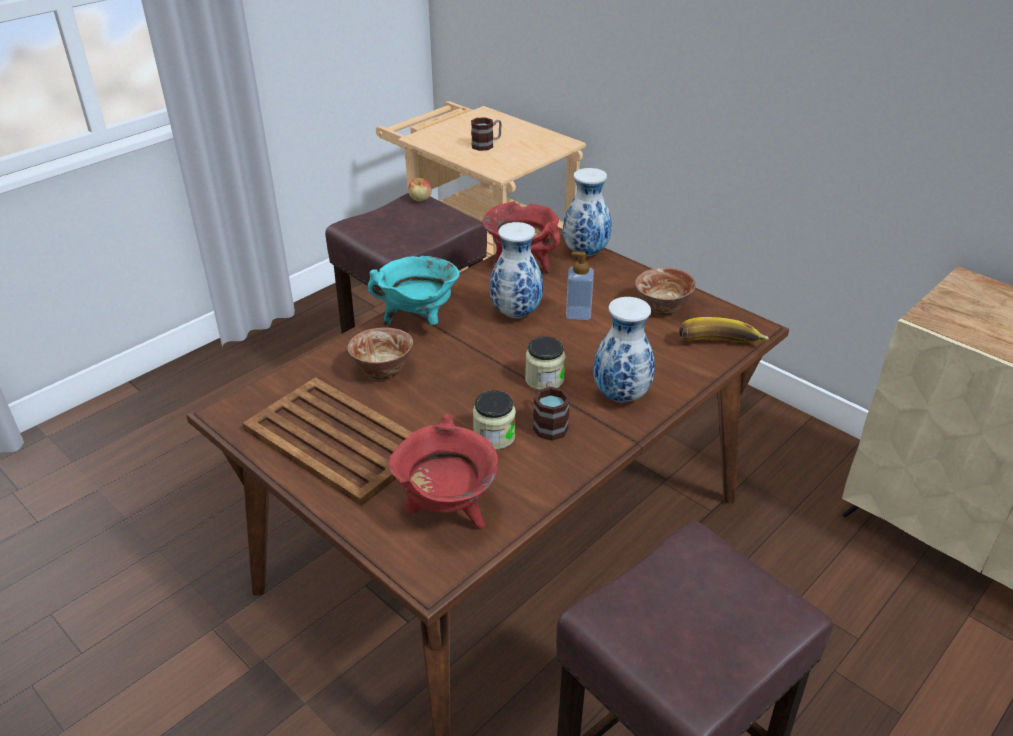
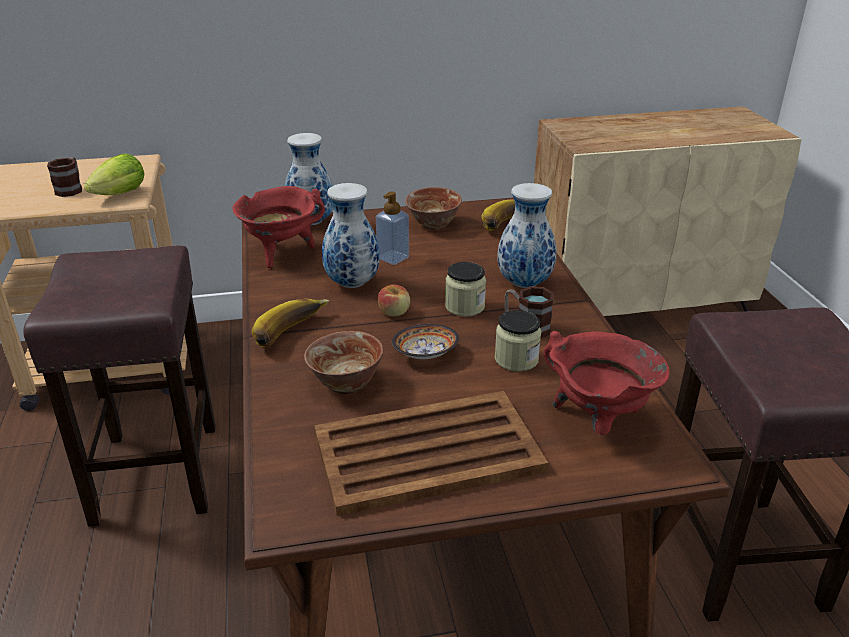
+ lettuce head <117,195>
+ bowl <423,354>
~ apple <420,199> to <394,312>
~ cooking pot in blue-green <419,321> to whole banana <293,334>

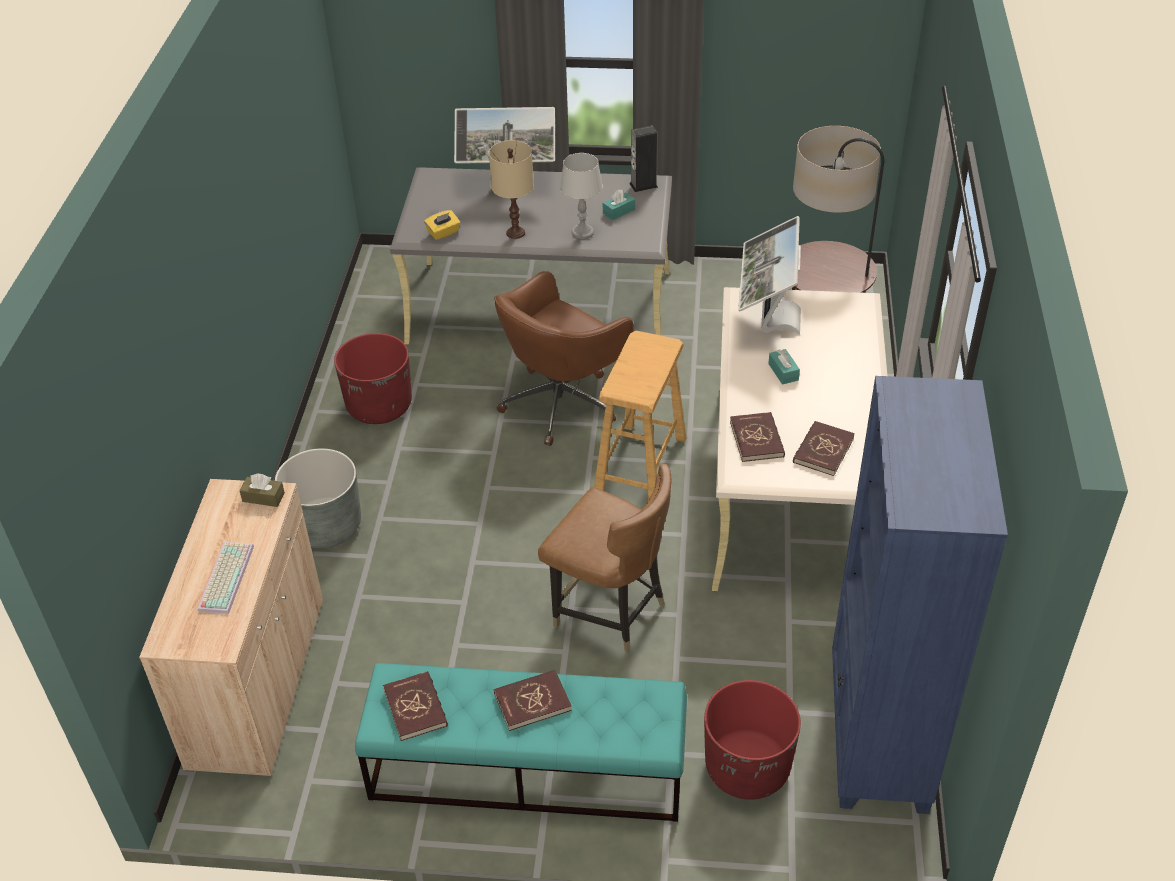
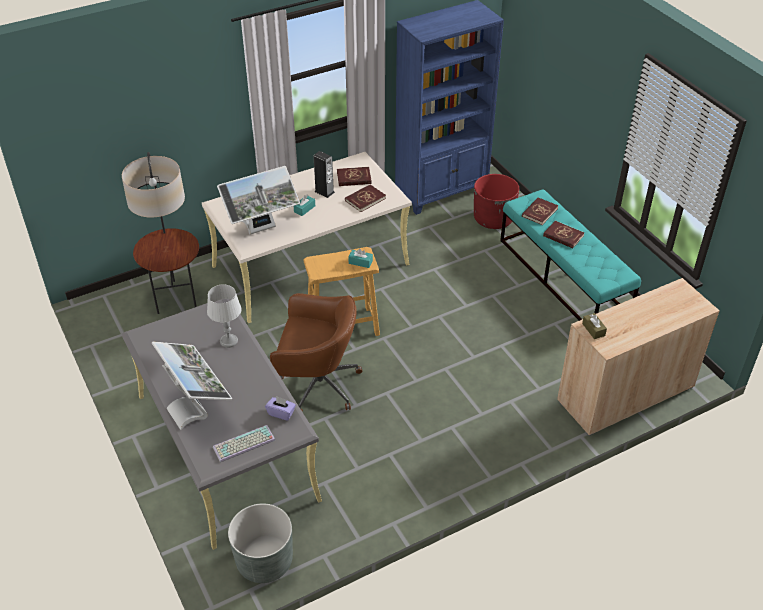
- plant pot in reddish <379,406>
- lamp for a table in sand-coloured <515,233>
- chair in brownish <610,612>
~ PC keyboard <225,577> to <243,445>
~ plant pot in grey <326,526> to <264,561>
~ book in reddish <415,708> to <539,212>
~ tissue holder in blue-green <618,211> to <360,262>
~ speaker <643,185> to <324,192>
~ tissue holder in yellowish <443,233> to tissue holder in purple <281,413>

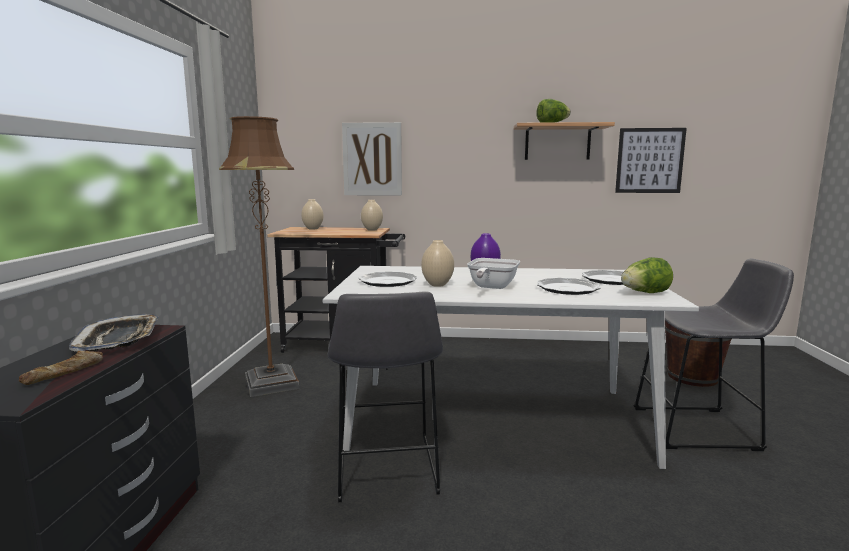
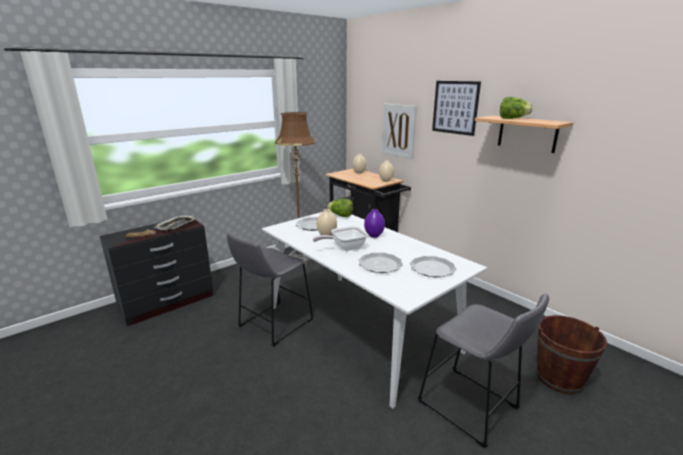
~ picture <649,160> to <455,107>
~ lettuce head <644,293> to <340,215>

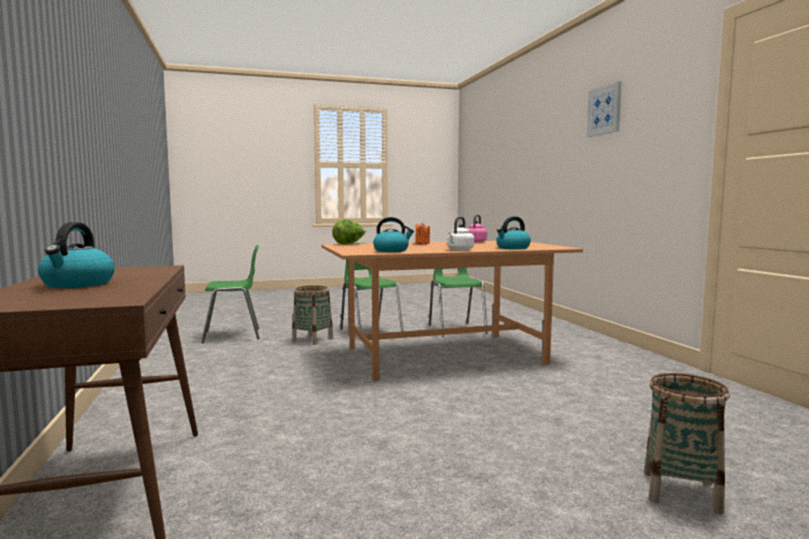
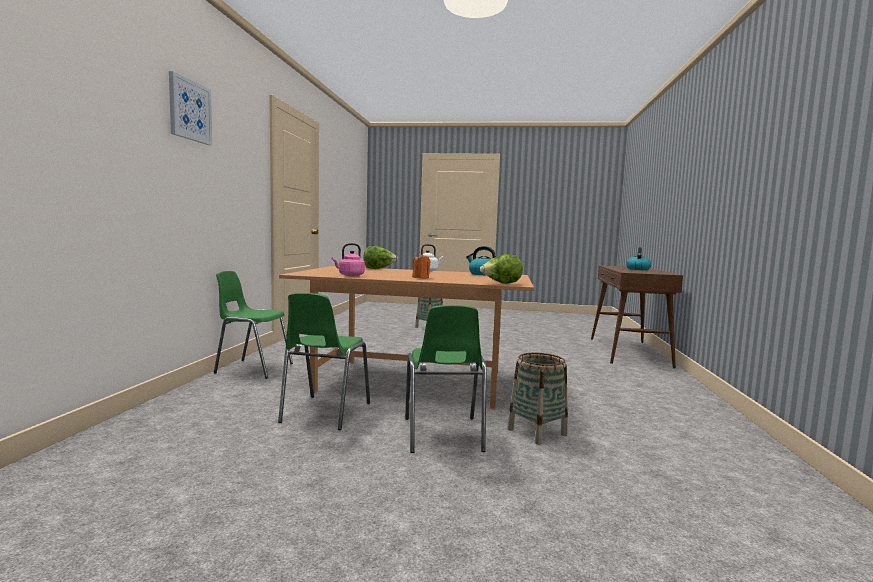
~ chair in green-coloured <233,335> to <252,368>
~ kettle <512,248> to lettuce head <379,269>

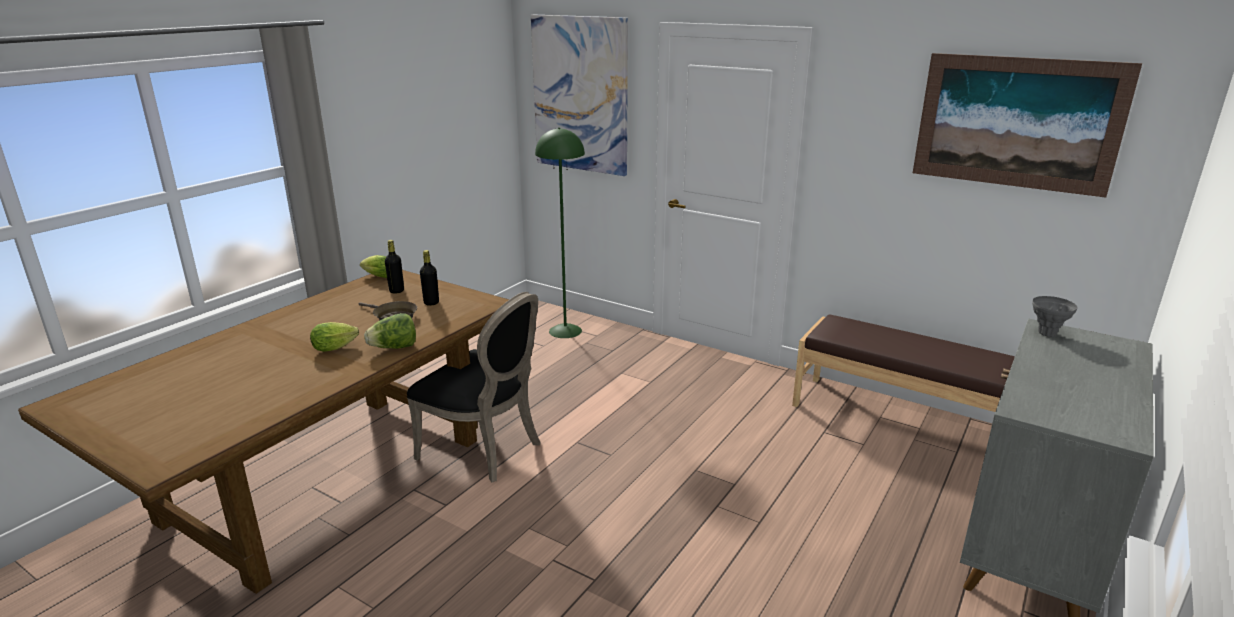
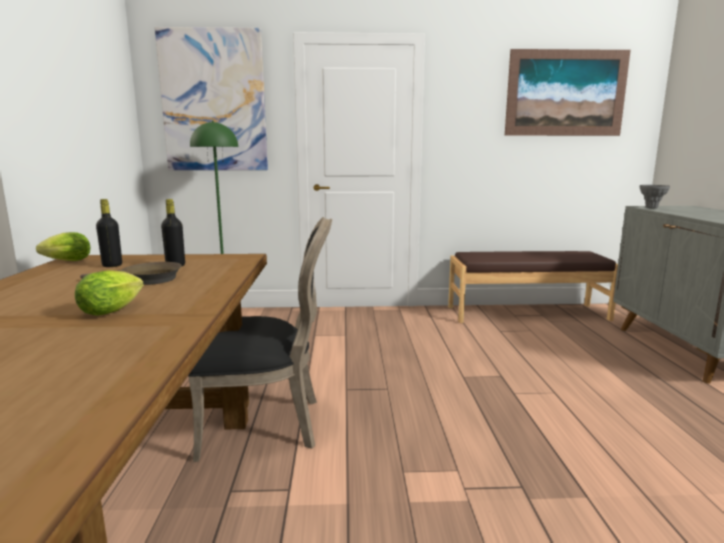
- lettuce head <394,348>

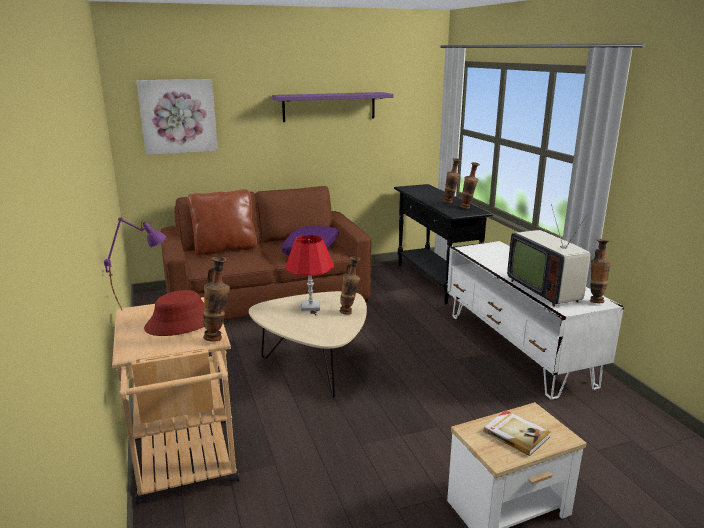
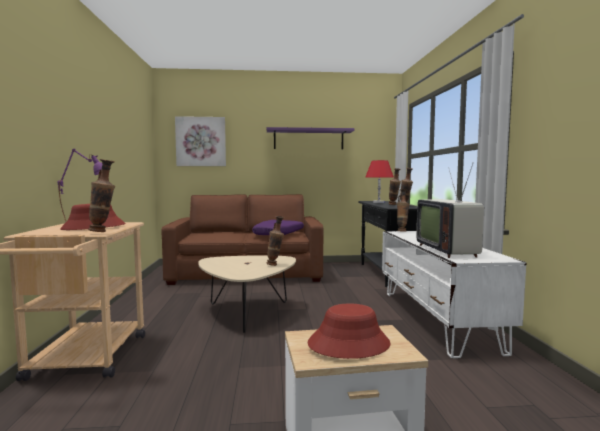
- throw pillow in brownish <225,249>
~ lamp for a table in reddish <310,306> to <378,202>
~ vase <595,300> to <402,231>
~ book <516,434> to clothing hat in reddish <349,344>

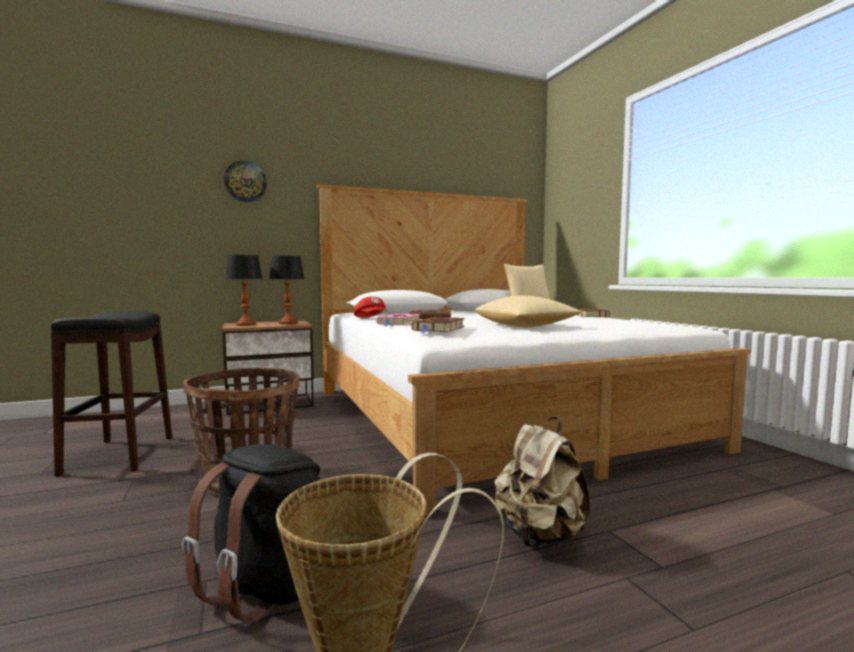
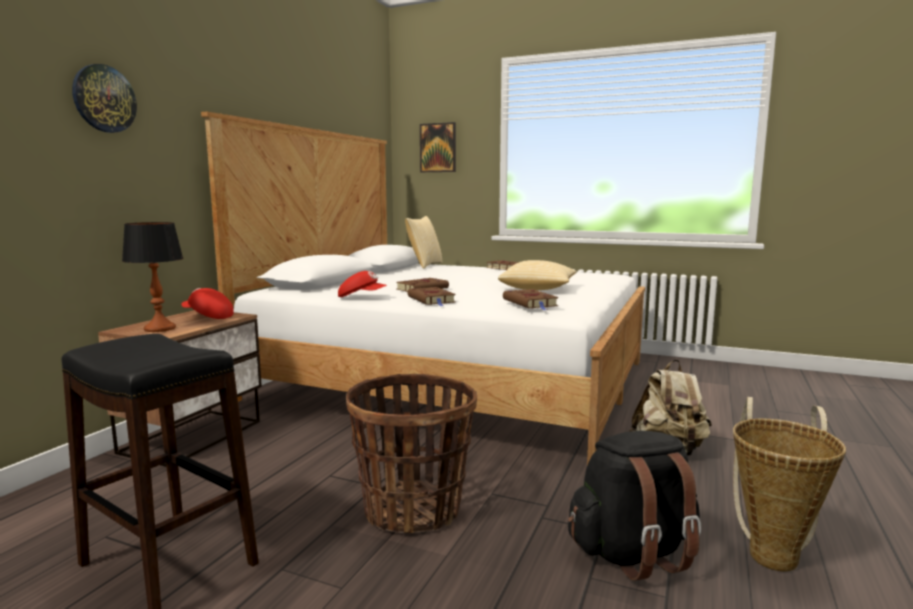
+ picture <438,148>
~ lamp for a table <288,323> to cap in reddish <207,316>
~ book in pinkish <399,323> to book in brownish <432,300>

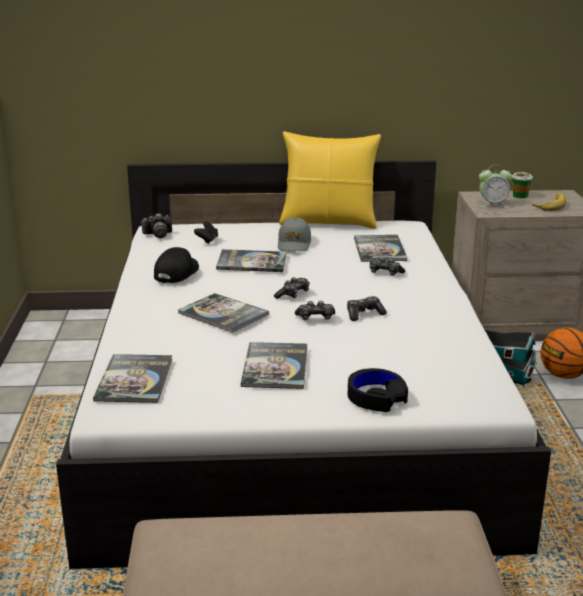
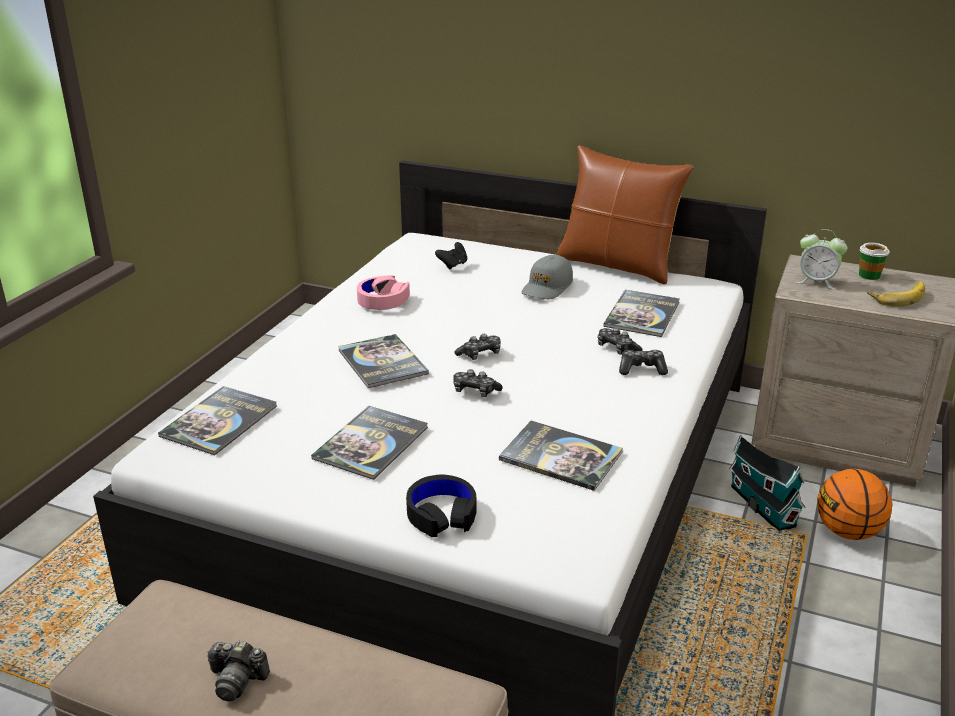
~ photo camera <158,234> to <237,680>
~ book <251,262> to <561,456>
~ joypad <364,314> to <641,369>
~ cap in black <176,273> to headset in pinkish <383,300>
~ throw pillow in yellowish <328,222> to throw pillow in brownish <617,265>

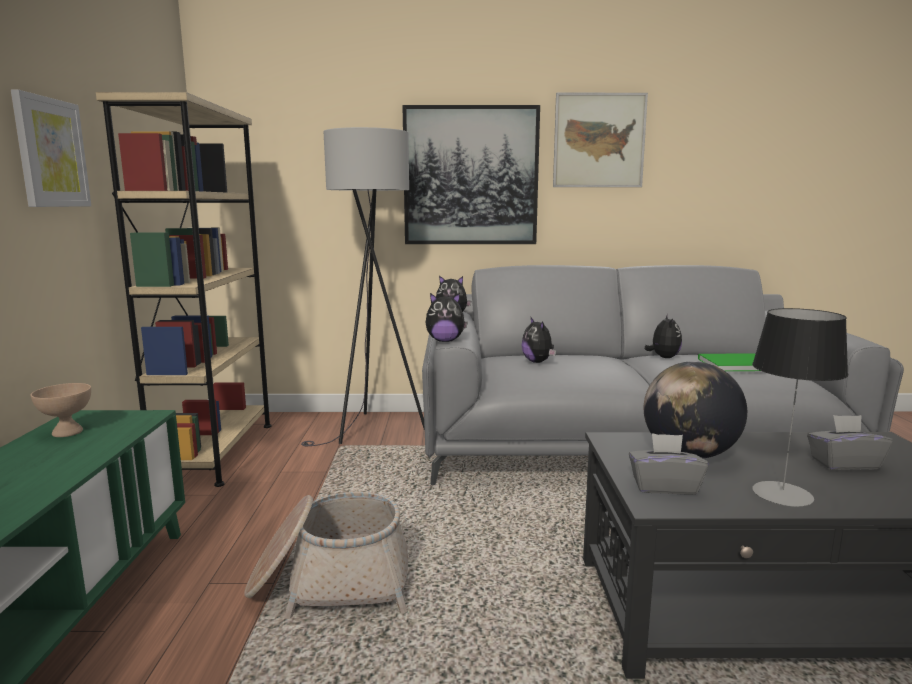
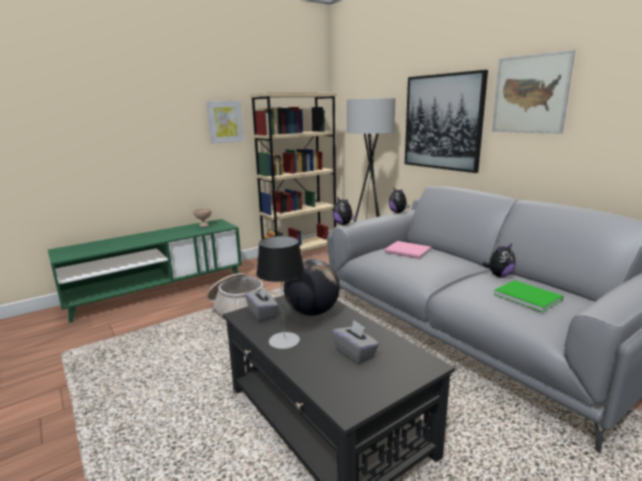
~ cuddly toy <538,362> to book in pinkish <408,251>

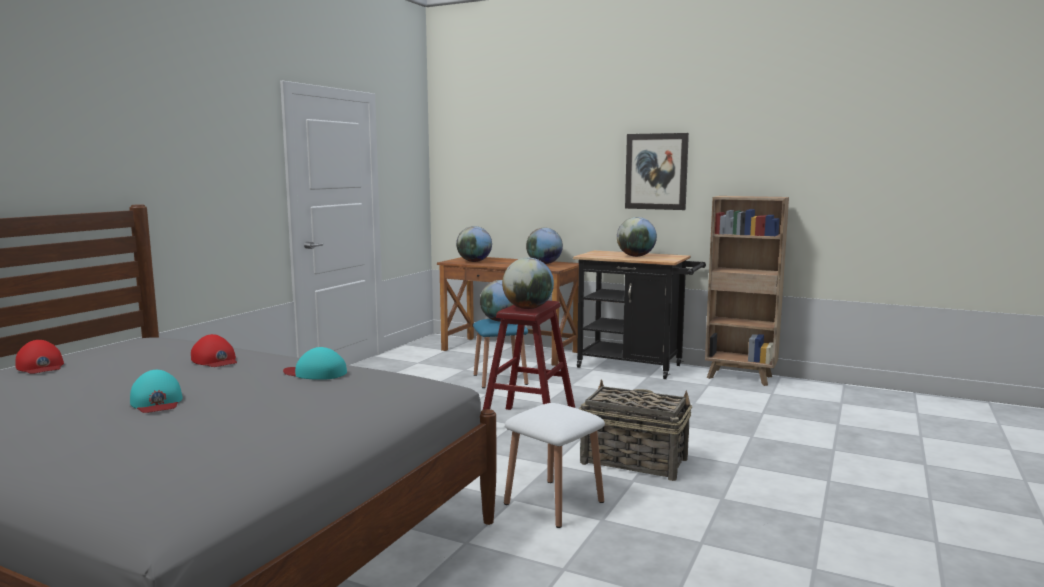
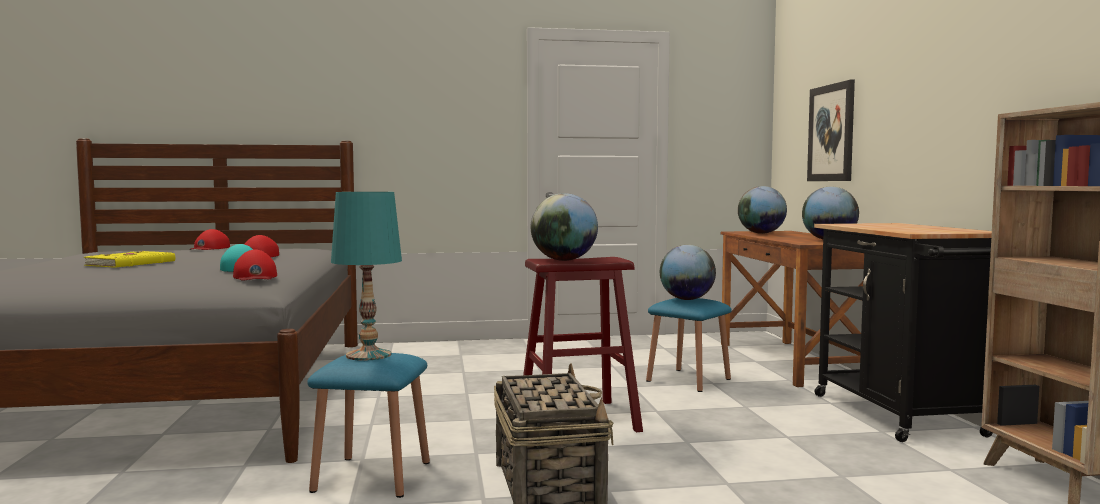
- globe <636,256>
+ cap in reddish <255,277>
+ lamp for a table in blue-green <368,355>
~ picture <656,171> to <831,133>
~ cap in blue-green <157,402> to book in yellowish <132,263>
~ stool seat in white <554,502> to stool seat in blue-coloured <372,476>

